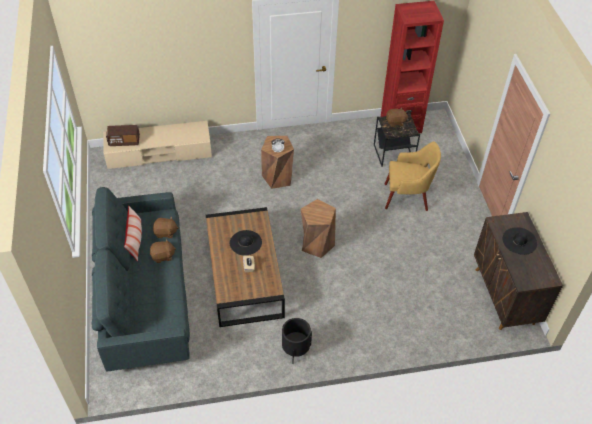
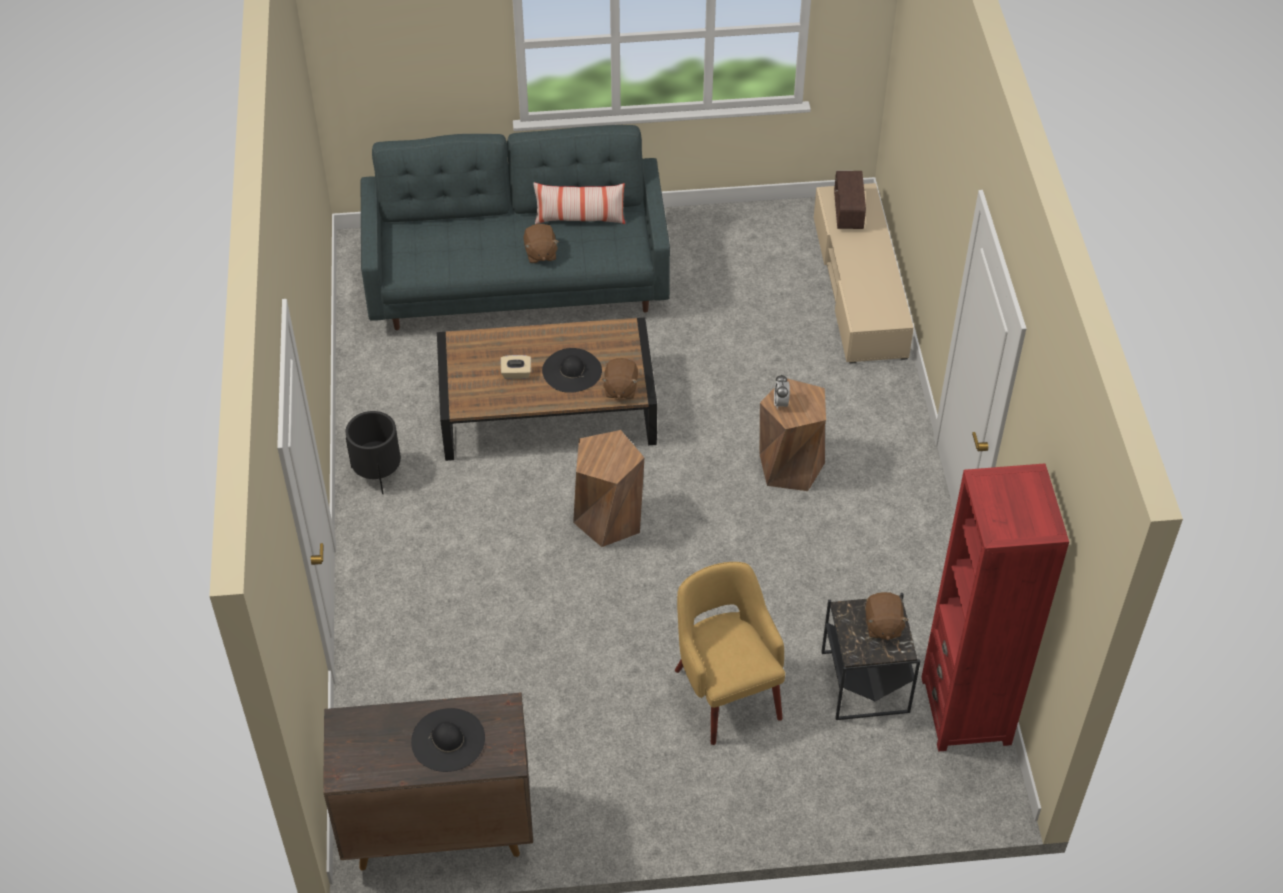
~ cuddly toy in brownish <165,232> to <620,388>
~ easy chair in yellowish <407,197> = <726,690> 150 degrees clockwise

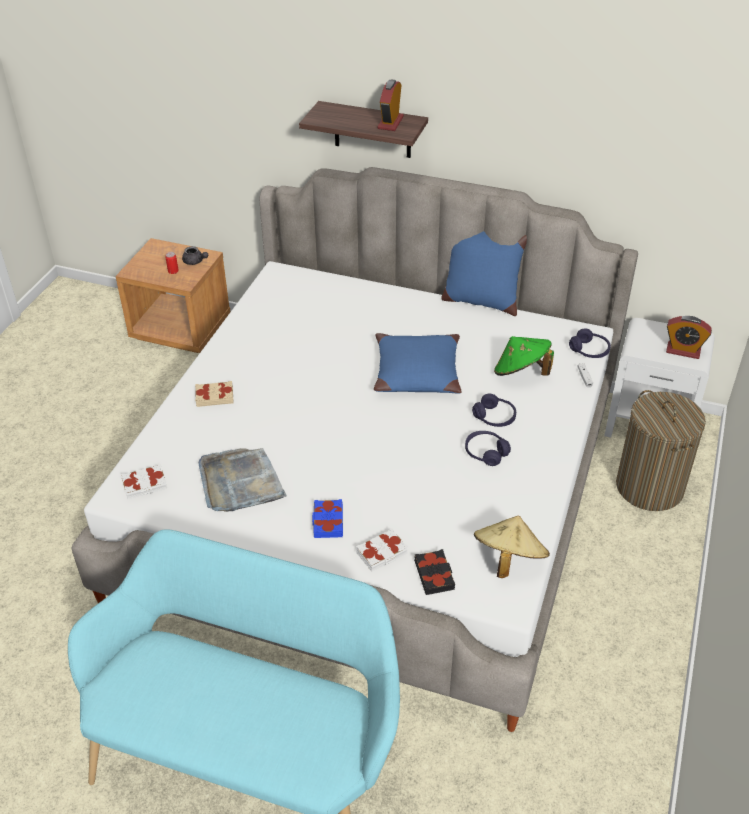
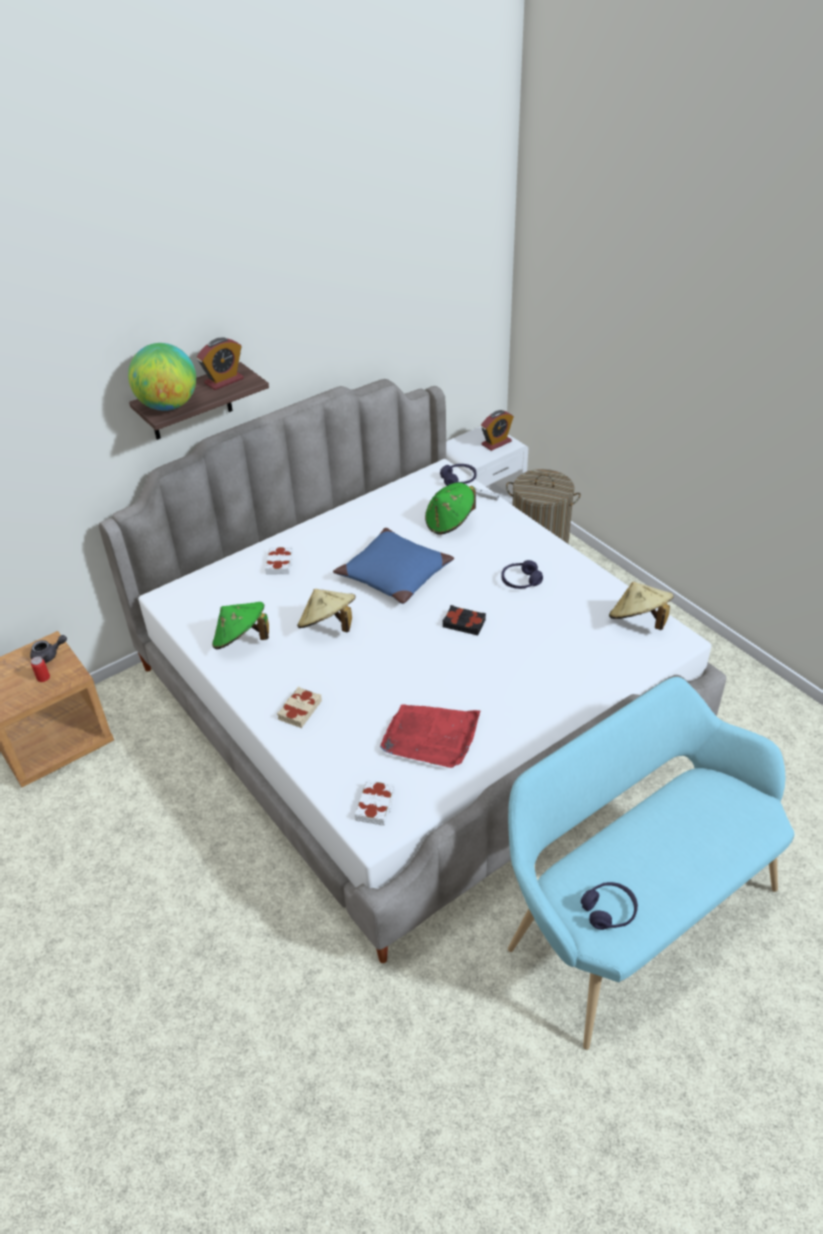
- book in blue-coloured <327,522>
- throw pillow in blue-coloured <480,301>
+ globe <168,406>
+ clothing hat in green-coloured <241,640>
+ clothing hat in sand-coloured <328,626>
~ book in white <382,553> to <280,563>
~ book in black <434,575> to <464,623>
~ headset in purple <494,417> to <609,911>
~ serving tray in grey <240,483> to serving tray in reddish <431,737>
~ alarm clock <390,122> = <224,381> 90 degrees counterclockwise

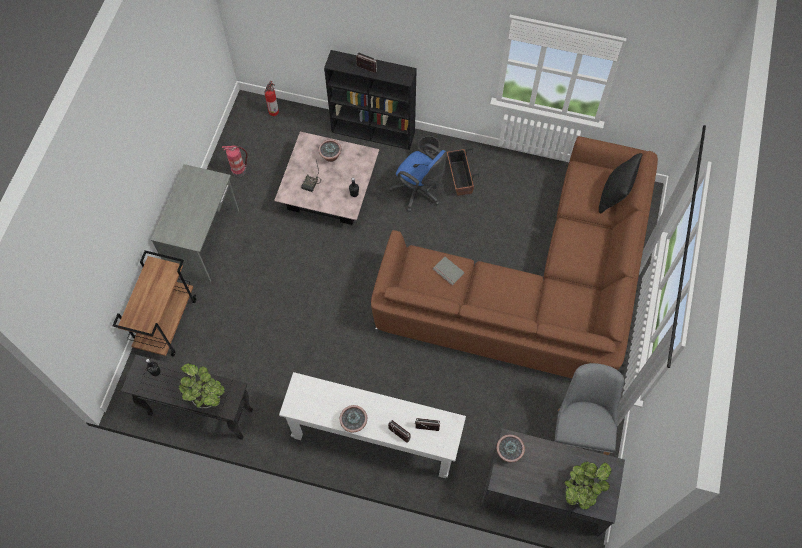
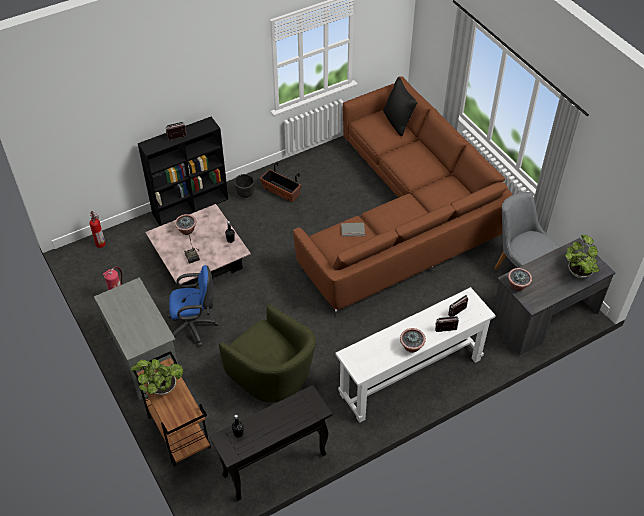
+ easy chair in green-coloured <272,377>
~ potted plant <205,396> to <161,388>
~ office chair in blue-coloured <419,192> to <194,327>

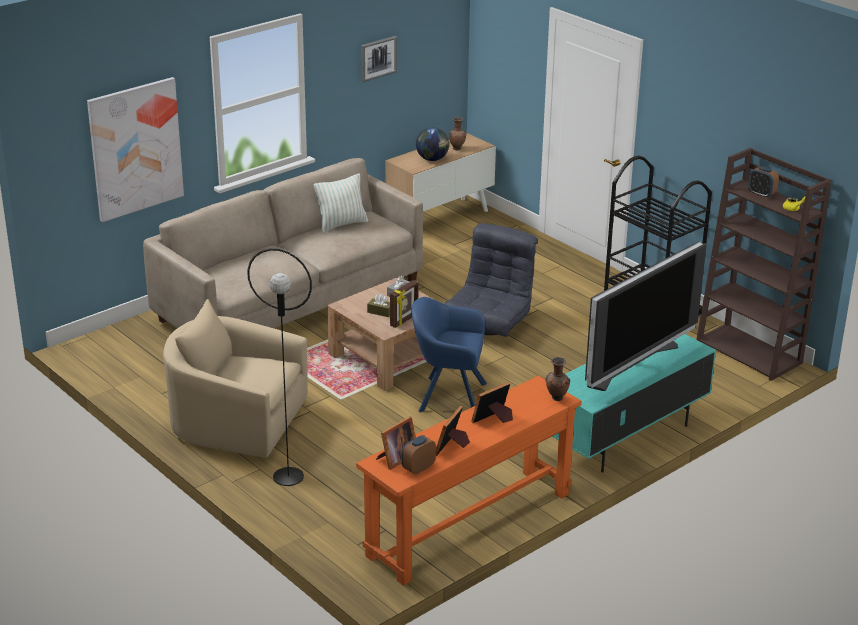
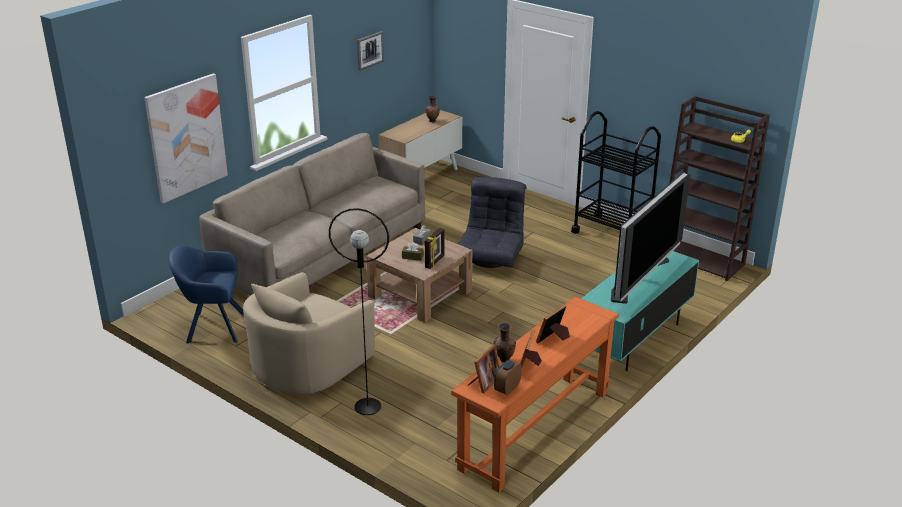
- throw pillow <341,224>
- globe <432,159>
- alarm clock <761,194>
~ easy chair in blue-coloured <448,396> to <212,327>
~ vase in brownish <556,398> to <503,360>
~ easy chair in sand-coloured <236,421> = <307,363> 60 degrees counterclockwise

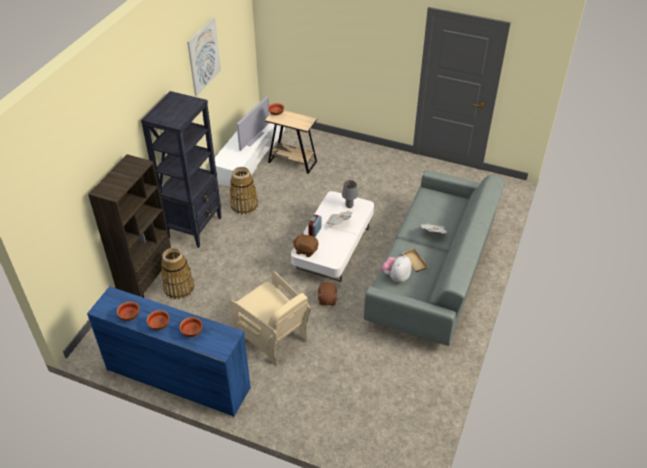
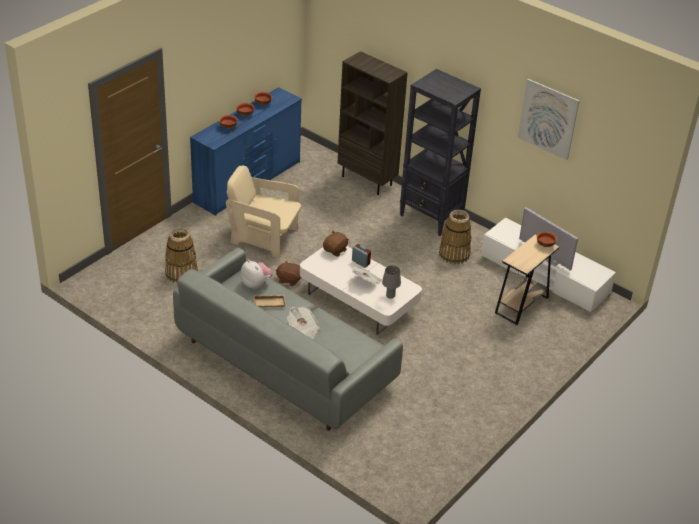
~ household basket <178,288> to <181,273>
~ easy chair in sand-coloured <272,335> = <264,238> 45 degrees clockwise

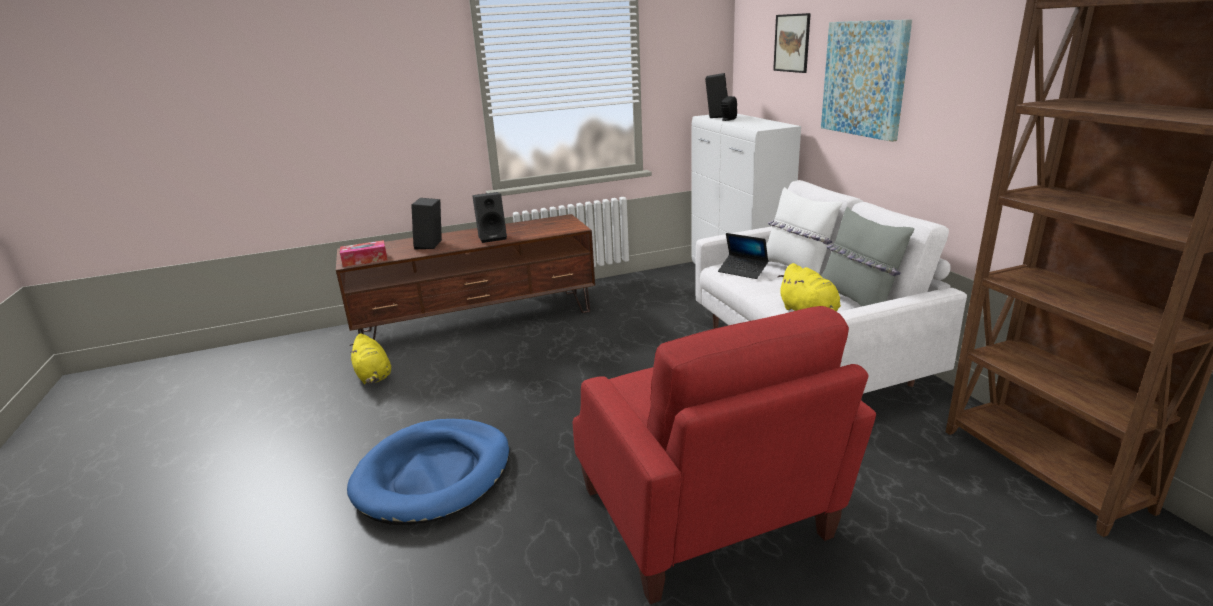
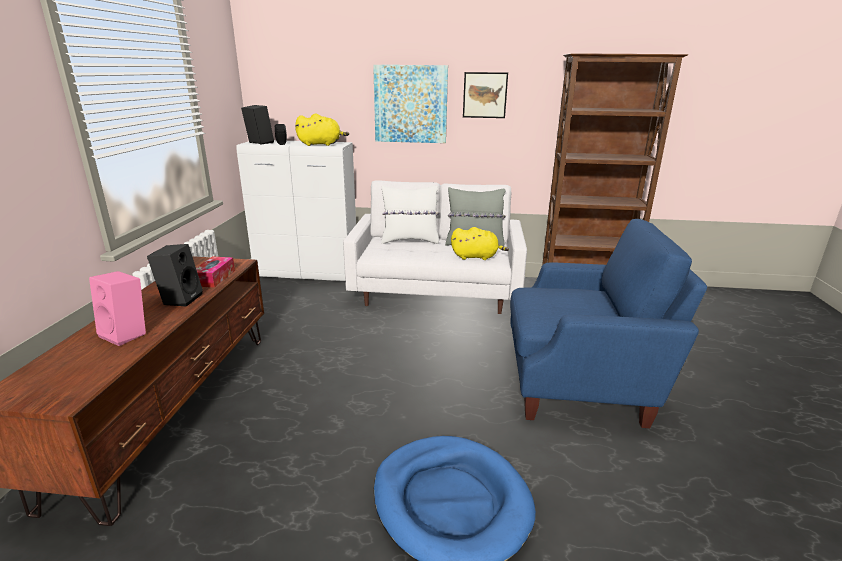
- laptop <742,271>
~ tissue holder <365,260> to <214,278>
~ cuddly toy in yellowish <373,376> to <321,144>
~ picture <792,43> to <485,95>
~ speaker in black <431,245> to speaker in pinkish <127,334>
~ easy chair in reddish <706,517> to easy chair in blue-coloured <579,383>

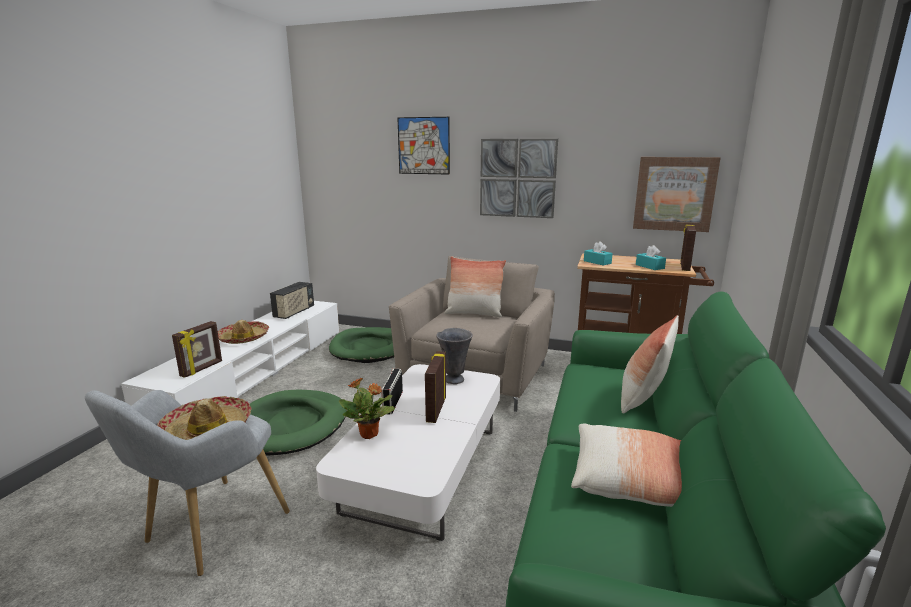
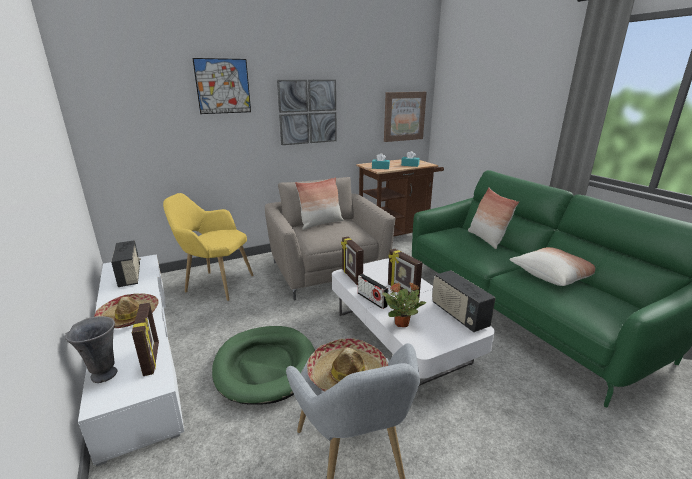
+ radio set <458,315>
~ vase in grey <454,379> to <104,374>
~ photo frame <684,267> to <351,277>
~ dog cushion in green-coloured <369,348> to easy chair in yellowish <215,284>

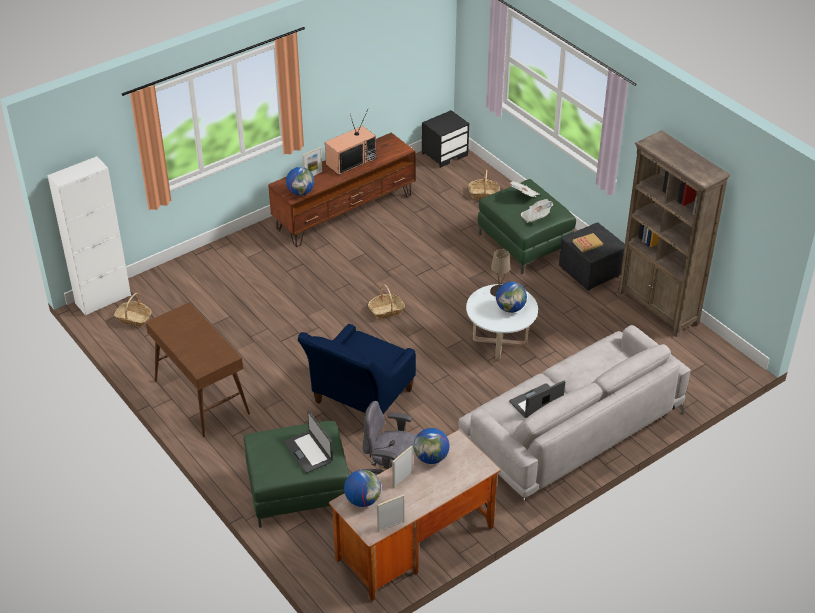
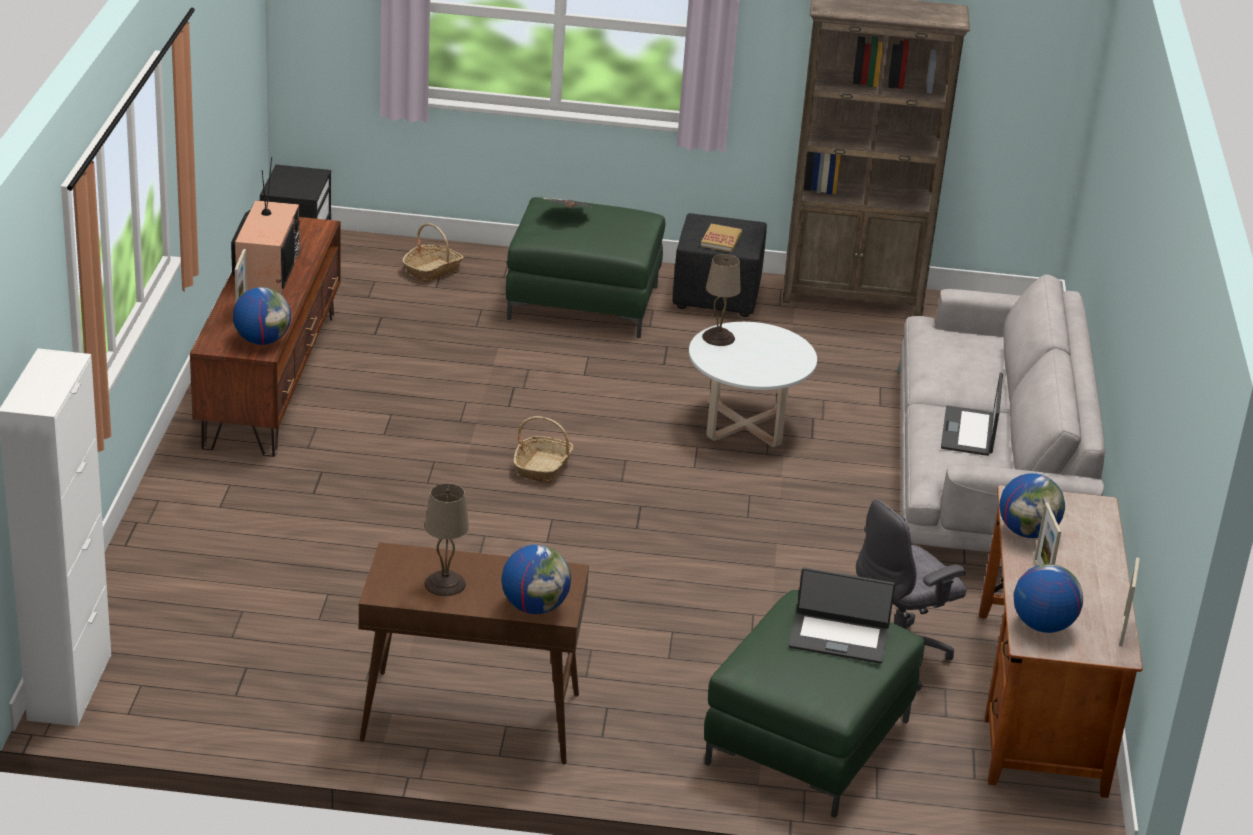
- household basket <134,318>
- easy chair in blue-coloured <359,400>
- newspaper <535,217>
+ lamp for a table in sand-coloured <444,584>
~ globe <510,308> to <535,607>

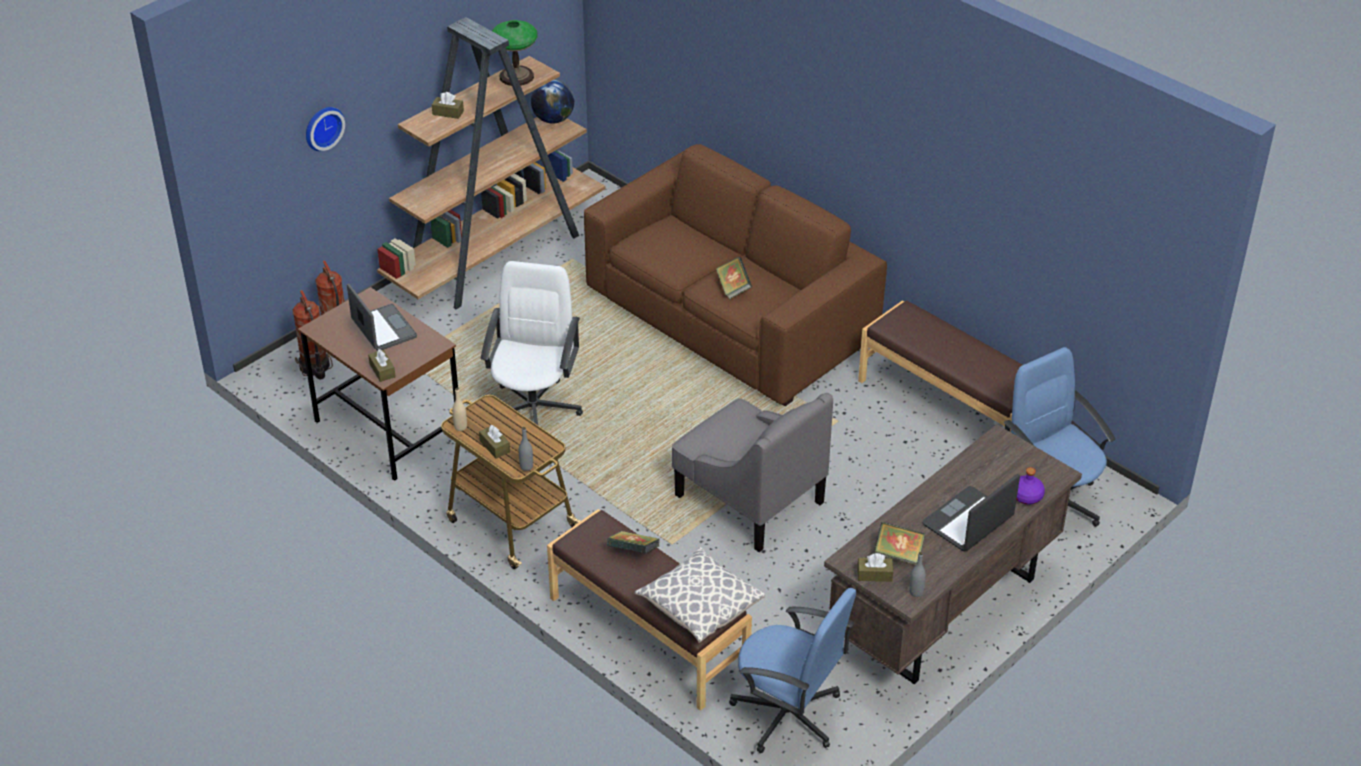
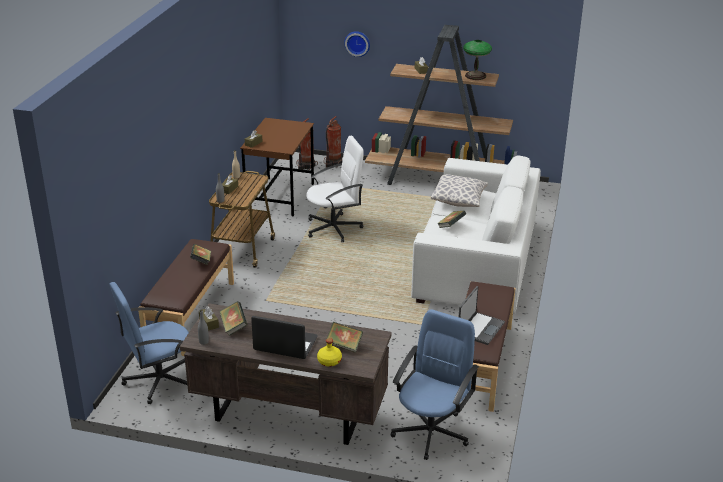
- globe <553,119>
- easy chair in grey <748,499>
+ book <344,345>
~ laptop <382,329> to <480,329>
~ throw pillow <699,607> to <459,200>
~ sofa in brownish <731,315> to sofa in white <476,261>
~ drink bottle in purple <1026,496> to drink bottle in yellowish <329,361>
~ office chair in blue-coloured <788,715> = <158,380> 60 degrees clockwise

